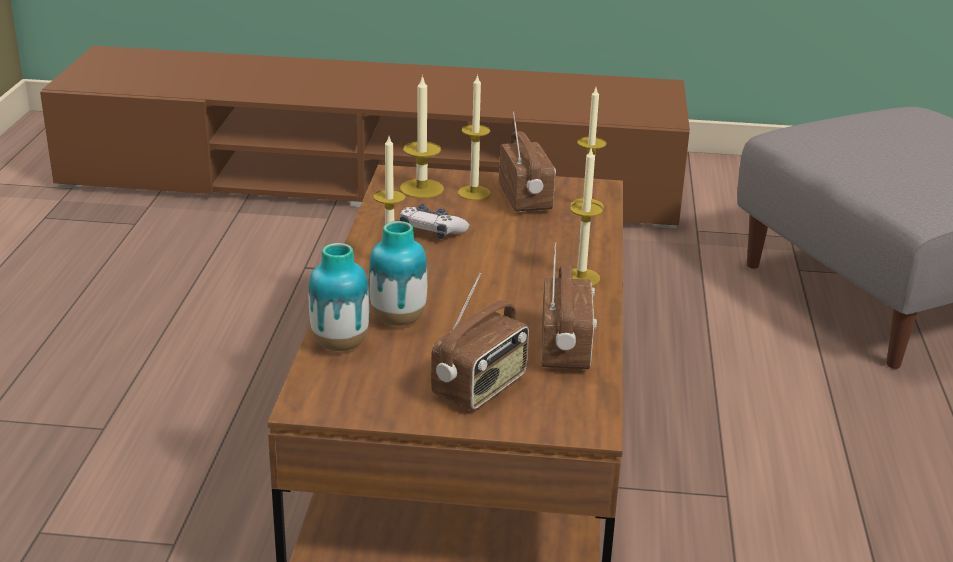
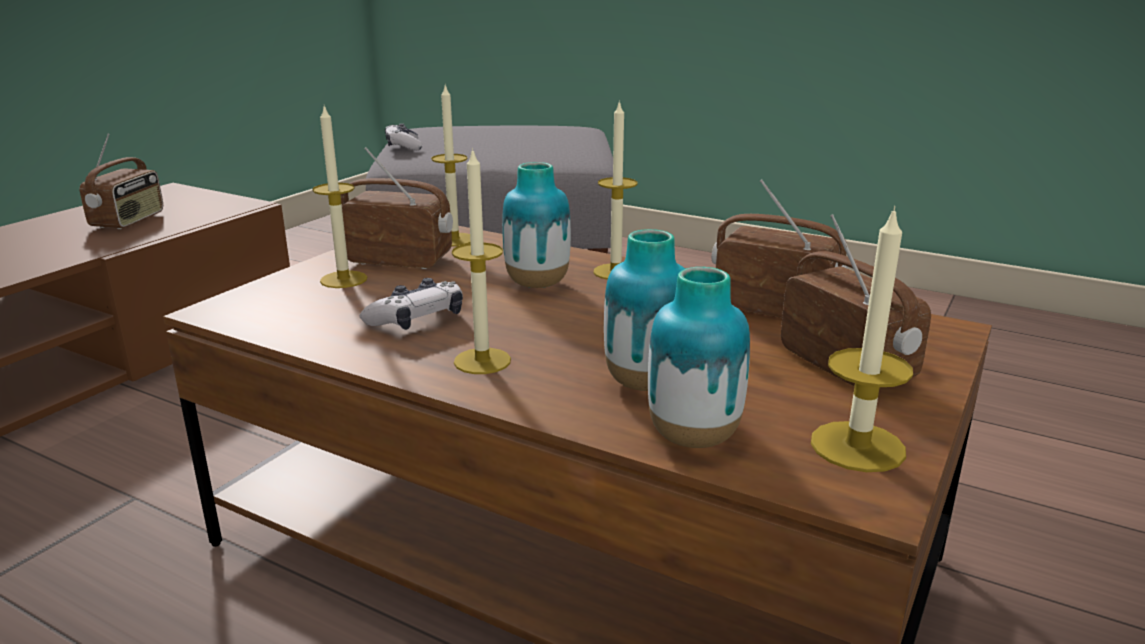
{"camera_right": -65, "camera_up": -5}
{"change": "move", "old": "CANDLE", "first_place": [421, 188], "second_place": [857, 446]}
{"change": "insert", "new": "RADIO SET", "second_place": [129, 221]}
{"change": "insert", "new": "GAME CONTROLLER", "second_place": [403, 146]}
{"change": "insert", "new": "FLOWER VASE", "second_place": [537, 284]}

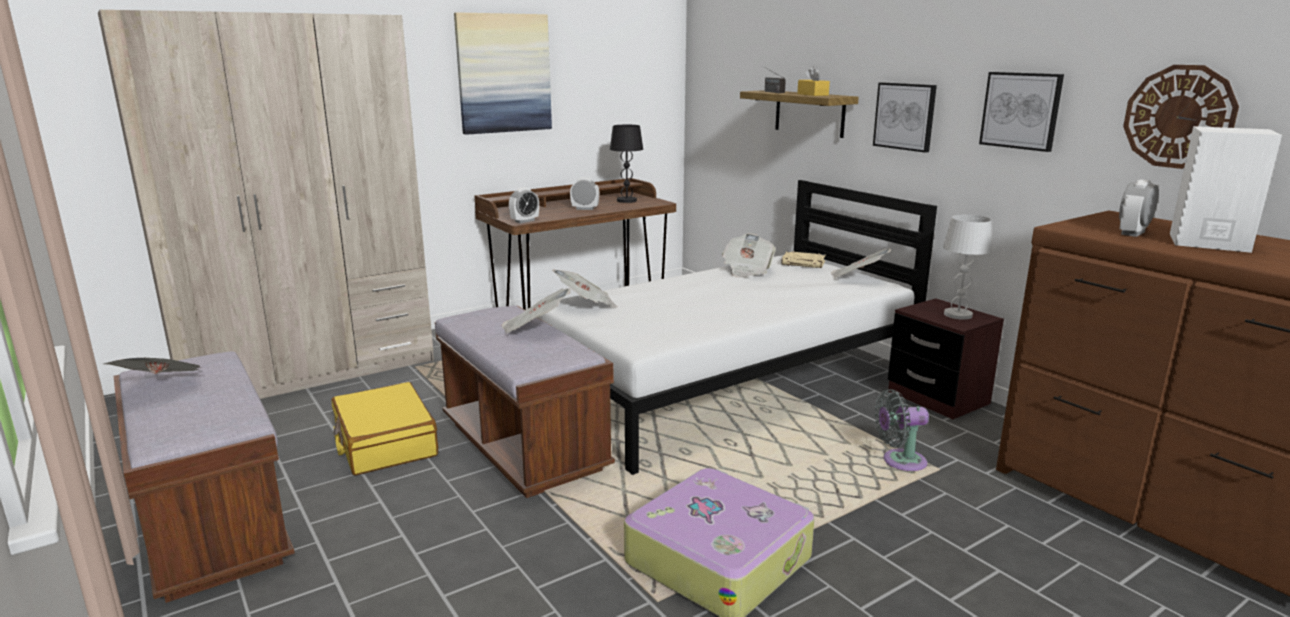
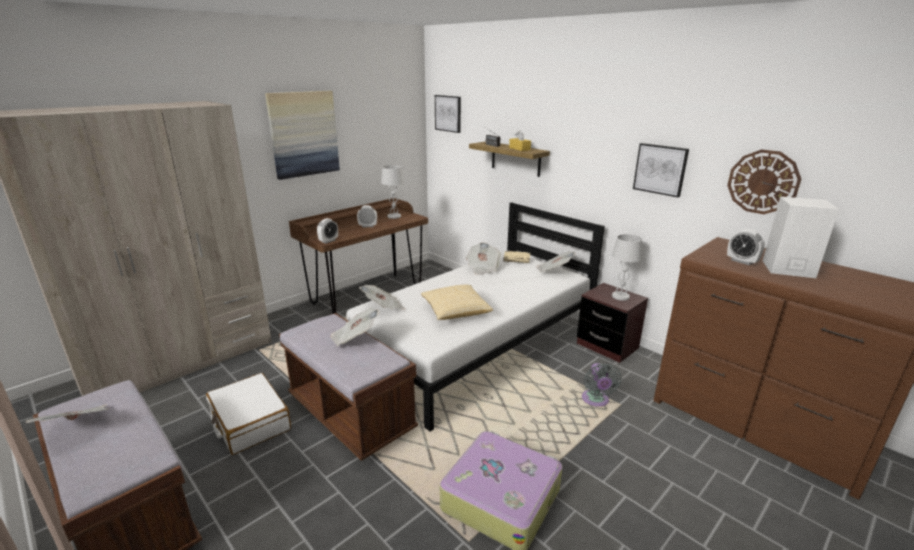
{"camera_right": -10, "camera_up": 5}
{"change": "recolor", "old": "YELLOW-COLOURED SUITCASE", "new": "WHITE-COLOURED SUITCASE", "first_place": [385, 443], "second_place": [250, 422]}
{"change": "recolor", "old": "BLACK-COLOURED TABLE LAMP", "new": "WHITE-COLOURED TABLE LAMP", "first_place": [627, 200], "second_place": [394, 216]}
{"change": "move", "old": "WALL ART", "first_place": [905, 116], "second_place": [448, 113]}
{"change": "rotate", "old": "GRAY COOLING FAN", "first_place": [899, 462], "second_place": [596, 401], "degrees": -75}
{"change": "rotate", "old": "TABLE CLOCK", "first_place": [1133, 233], "second_place": [741, 261], "degrees": -75}
{"change": "insert", "new": "THROW PILLOW", "second_place": [455, 312]}

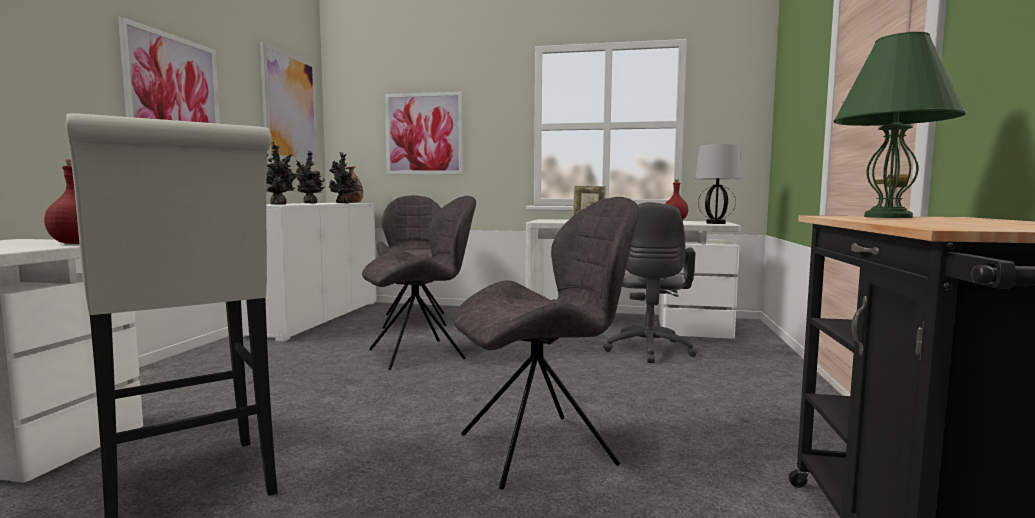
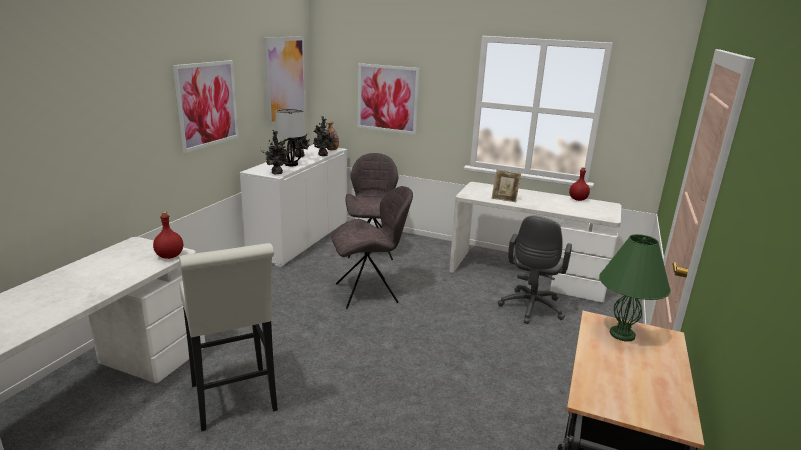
{"camera_right": 10, "camera_up": 15}
{"change": "delete", "old": "GRAY CHAIR", "first_place": [542, 448]}
{"change": "move", "old": "TABLE LAMP", "first_place": [716, 223], "second_place": [291, 164]}

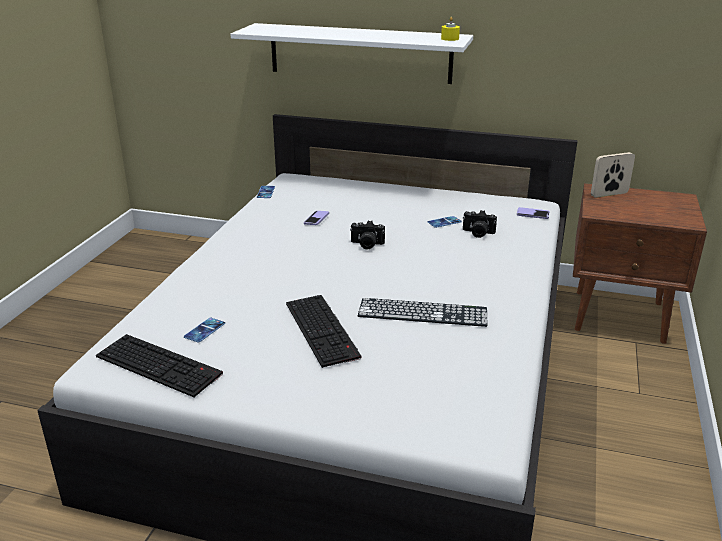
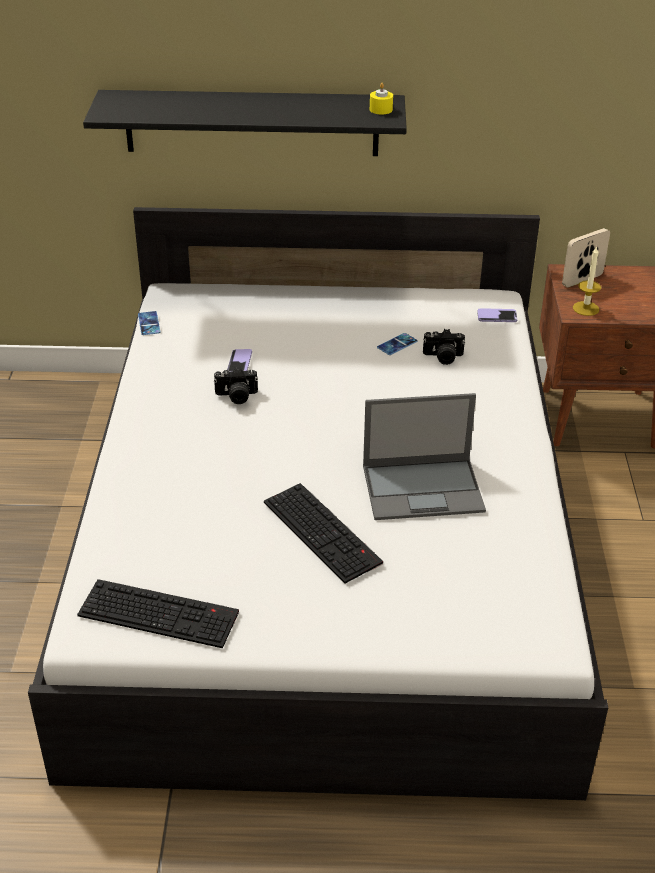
{"camera_right": -15, "camera_up": 10}
{"change": "delete", "old": "HANDSET", "first_place": [204, 330]}
{"change": "recolor", "old": "WHITE-COLOURED SHELF", "new": "BLACK-COLOURED SHELF", "first_place": [359, 53], "second_place": [252, 123]}
{"change": "move", "old": "PHOTO CAMERA", "first_place": [366, 245], "second_place": [236, 396]}
{"change": "replace", "old": "COMPUTER KEYBOARD", "new": "NOTEBOOK COMPUTER", "first_place": [422, 312], "second_place": [424, 488]}
{"change": "insert", "new": "CANDLE", "second_place": [586, 308]}

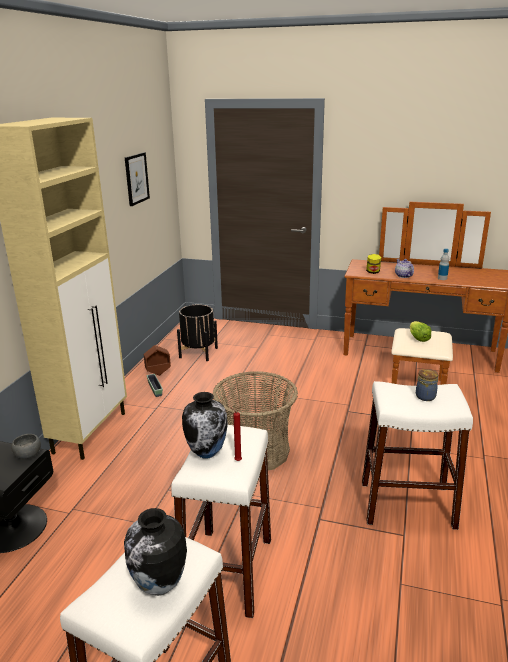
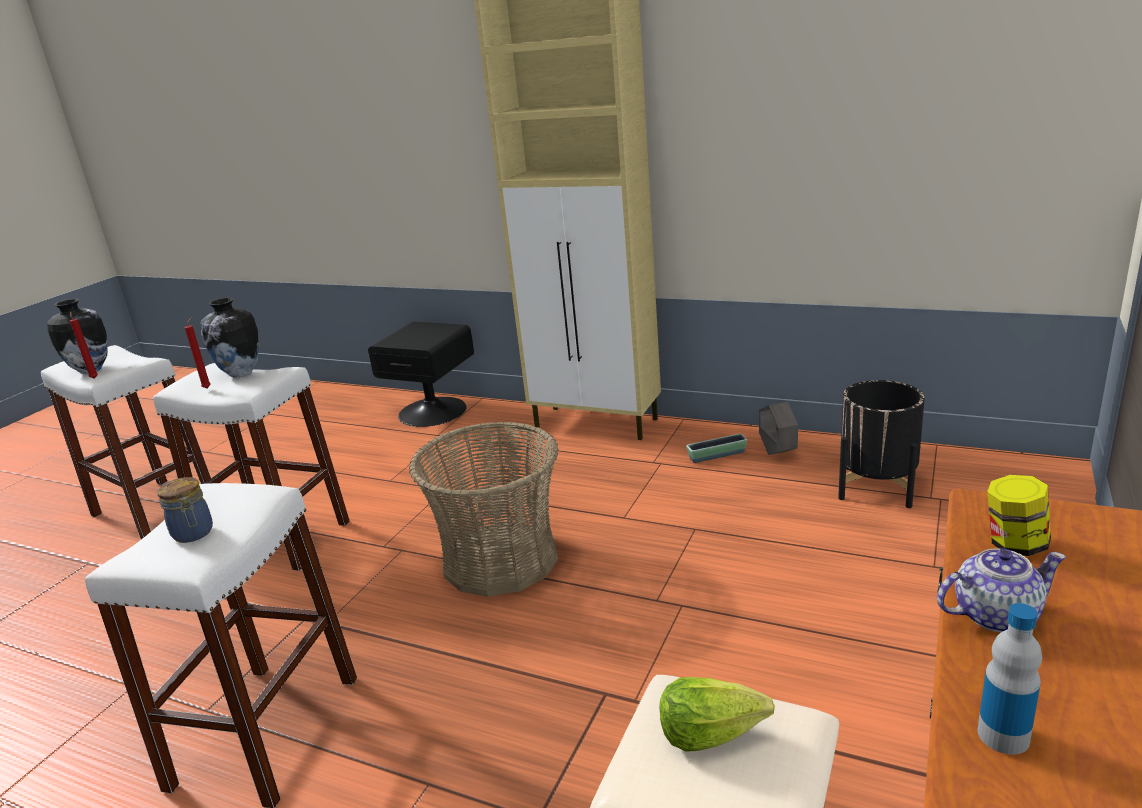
{"camera_right": 100, "camera_up": 0}
{"change": "delete", "old": "GRAY BOWL", "first_place": [28, 454]}
{"change": "delete", "old": "WALL ART", "first_place": [136, 178]}
{"change": "recolor", "old": "BROWN-COLOURED PLANTER", "new": "GRAY PLANTER", "first_place": [158, 373], "second_place": [777, 453]}
{"change": "insert", "new": "RED-COLOURED CANDLE", "second_place": [94, 378]}

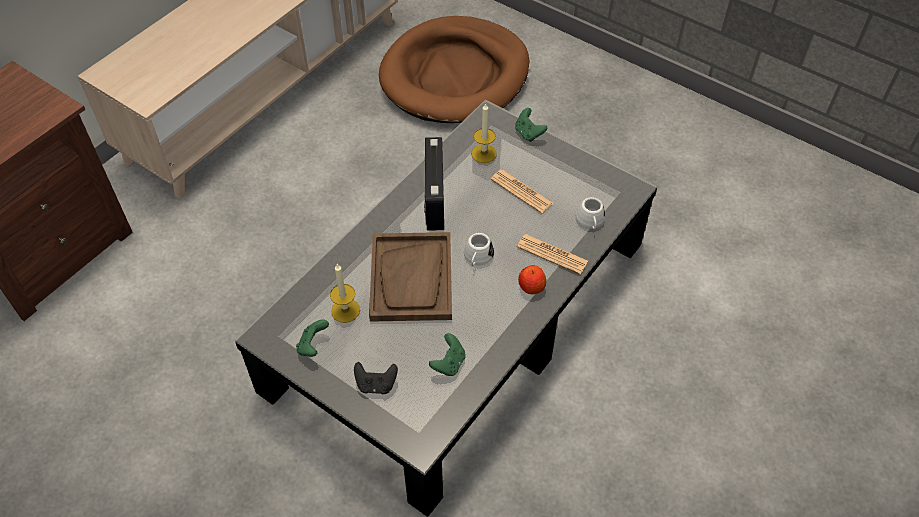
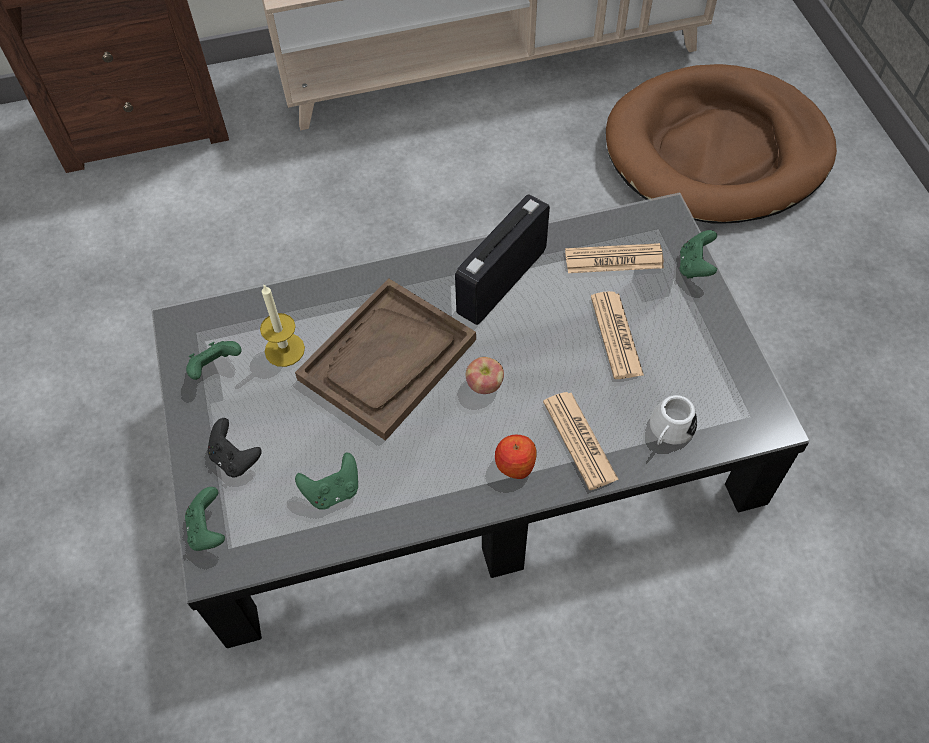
{"camera_right": 40, "camera_up": 5}
{"change": "replace", "old": "WHITE-COLOURED TEA MUG", "new": "APPLE", "first_place": [477, 258], "second_place": [484, 385]}
{"change": "replace", "old": "CANDLE", "new": "NEWSPAPER", "first_place": [484, 153], "second_place": [614, 259]}
{"change": "insert", "new": "GREEN-COLOURED GAME CONTROLLER", "second_place": [208, 530]}

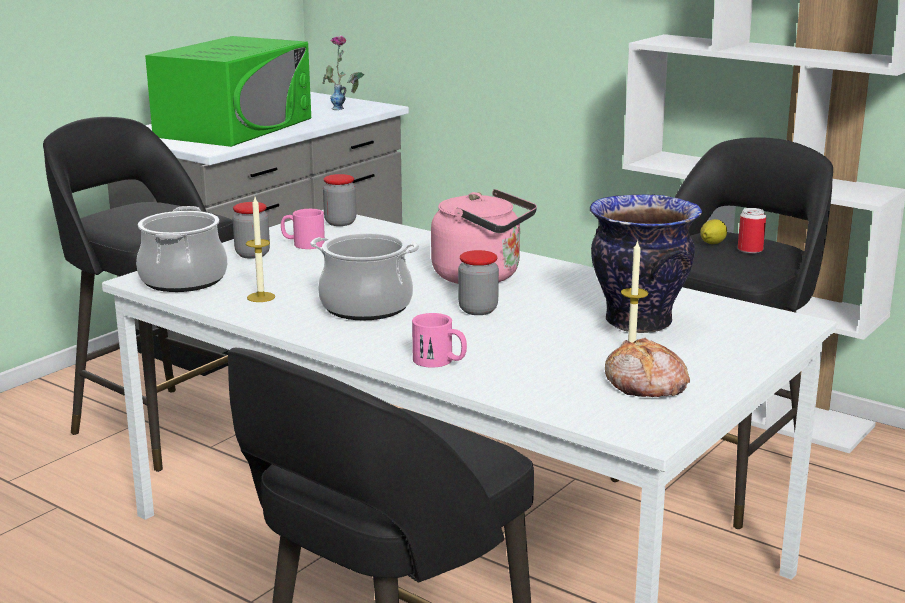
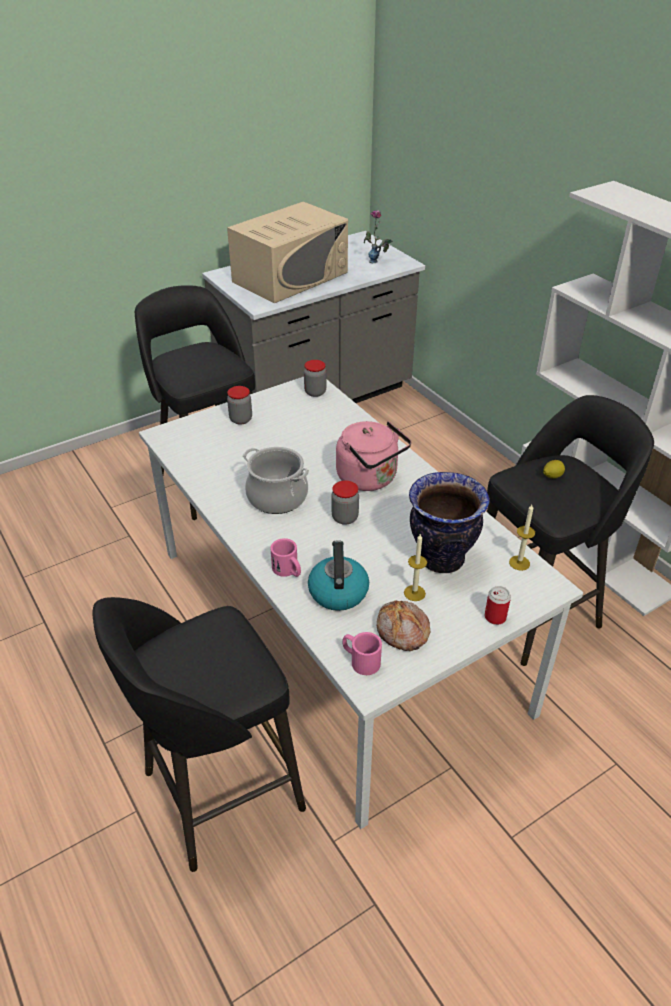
{"camera_right": 20, "camera_up": 20}
{"change": "delete", "old": "COOKING POT", "first_place": [183, 280]}
{"change": "recolor", "old": "GREEN-COLOURED KITCHEN MICROWAVE", "new": "SAND-COLOURED KITCHEN MICROWAVE", "first_place": [235, 127], "second_place": [290, 277]}
{"change": "move", "old": "CANDLE", "first_place": [261, 297], "second_place": [519, 563]}
{"change": "move", "old": "PINK-COLOURED TEA MUG", "first_place": [302, 244], "second_place": [360, 660]}
{"change": "move", "old": "METAL CAN", "first_place": [750, 250], "second_place": [495, 617]}
{"change": "insert", "new": "TEA KETTLE", "second_place": [338, 591]}

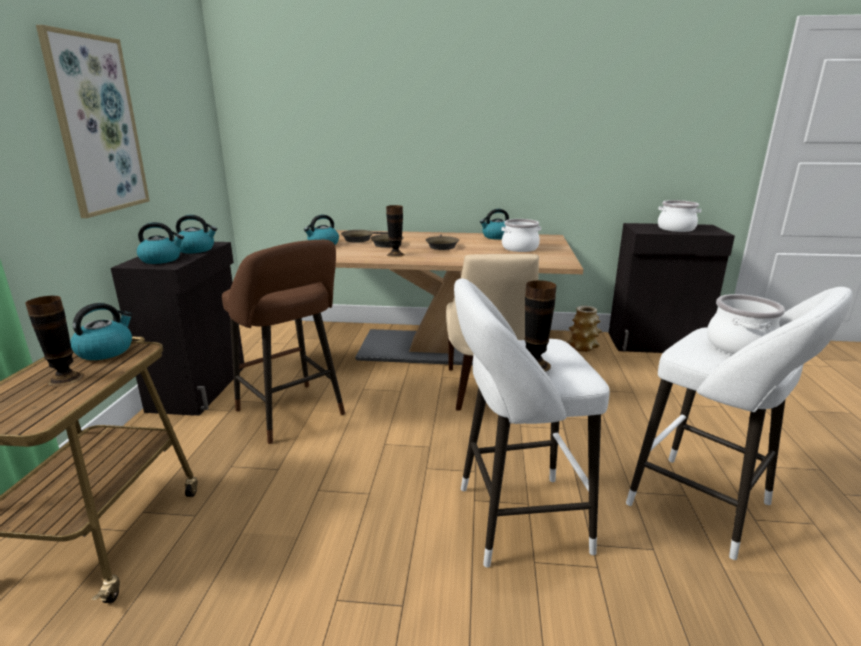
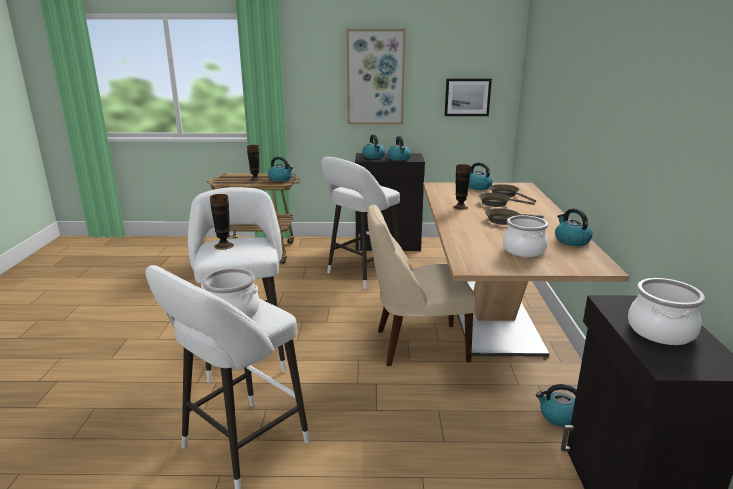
{"camera_right": 85, "camera_up": 0}
{"change": "recolor", "old": "BROWN-COLOURED STOOL", "new": "WHITE-COLOURED STOOL", "first_place": [293, 414], "second_place": [361, 274]}
{"change": "replace", "old": "FLOWER VASE", "new": "TEA KETTLE", "first_place": [583, 347], "second_place": [558, 416]}
{"change": "insert", "new": "WALL ART", "second_place": [467, 97]}

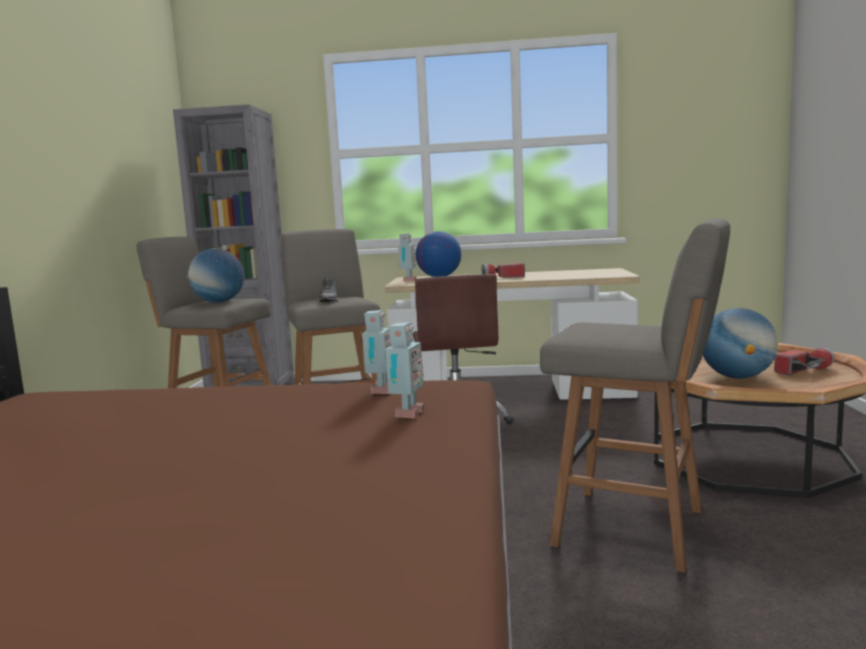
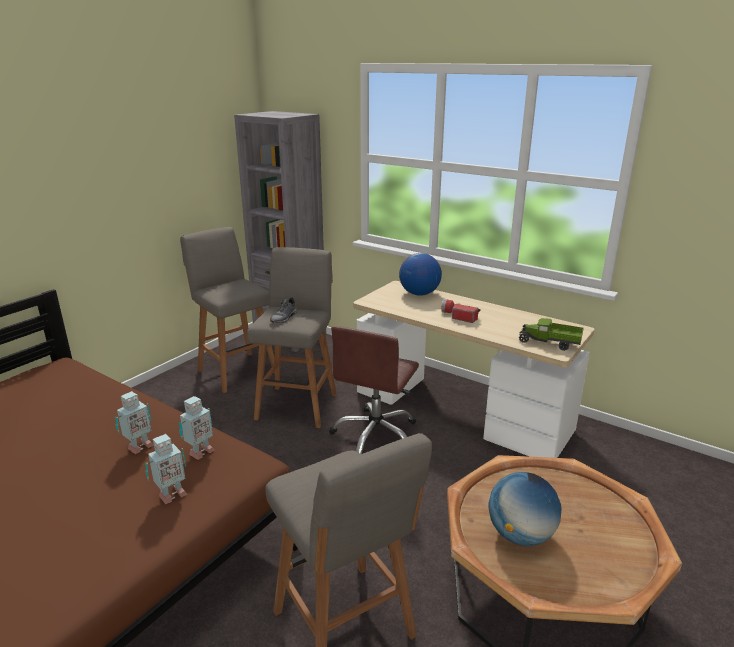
{"camera_right": 30, "camera_up": 15}
{"change": "delete", "old": "WORLD GLOBE", "first_place": [219, 302]}
{"change": "move", "old": "ROBOT FIGURE", "first_place": [408, 281], "second_place": [139, 447]}
{"change": "delete", "old": "FLASHLIGHT", "first_place": [804, 371]}
{"change": "insert", "new": "TOY TRUCK", "second_place": [549, 343]}

